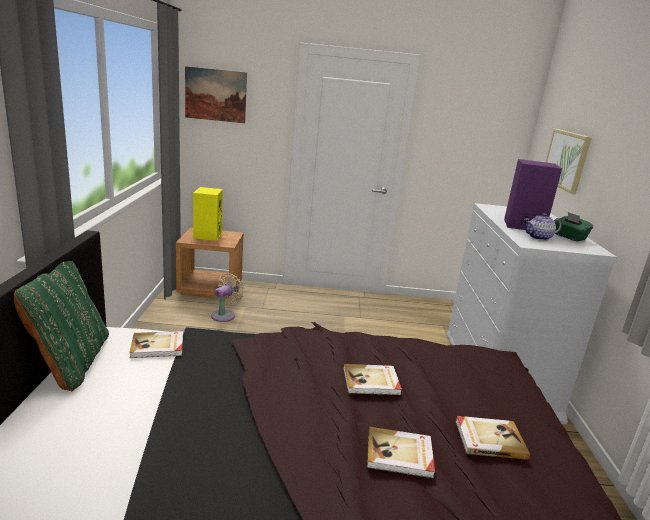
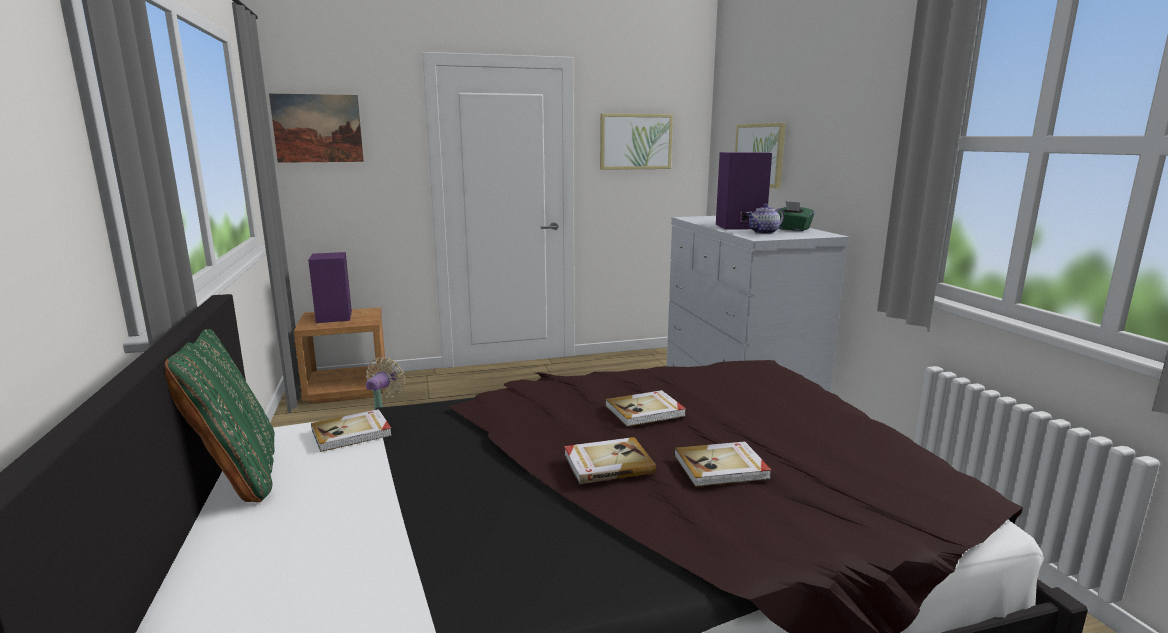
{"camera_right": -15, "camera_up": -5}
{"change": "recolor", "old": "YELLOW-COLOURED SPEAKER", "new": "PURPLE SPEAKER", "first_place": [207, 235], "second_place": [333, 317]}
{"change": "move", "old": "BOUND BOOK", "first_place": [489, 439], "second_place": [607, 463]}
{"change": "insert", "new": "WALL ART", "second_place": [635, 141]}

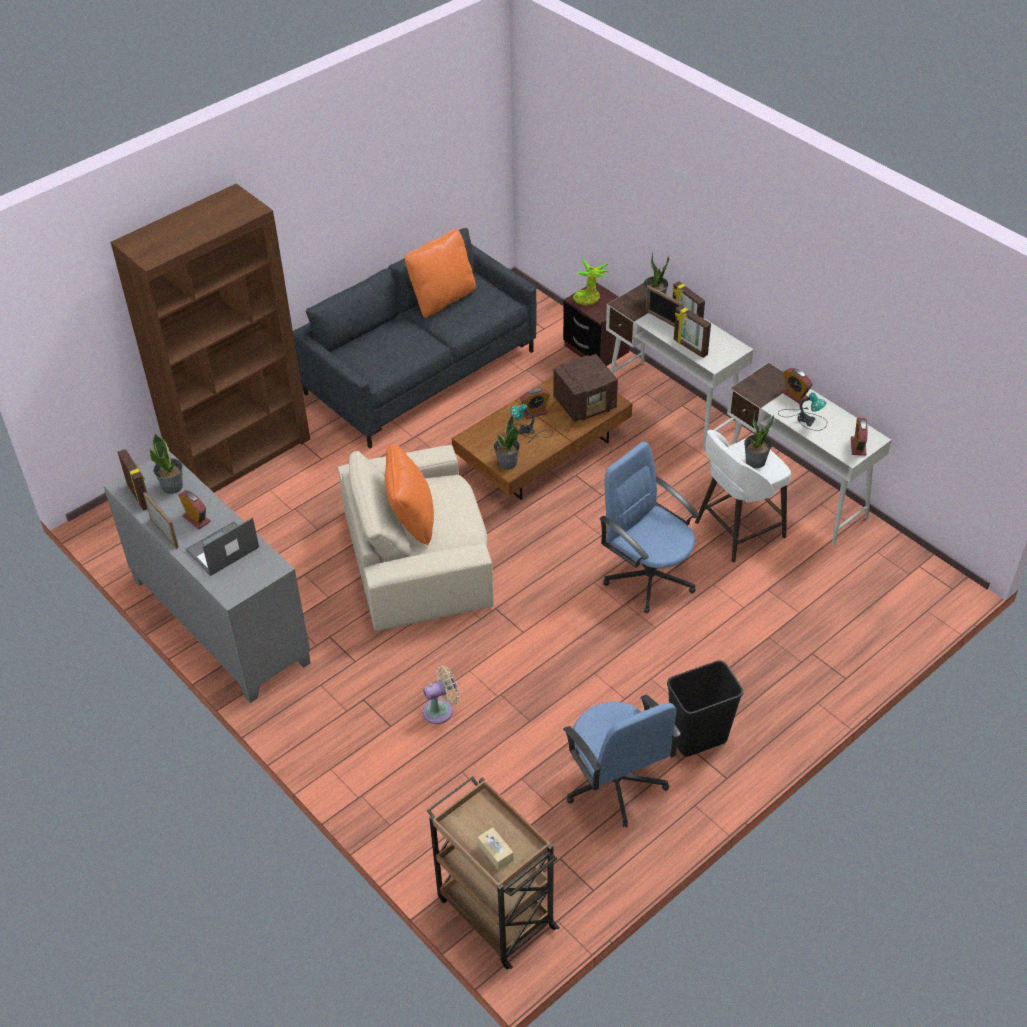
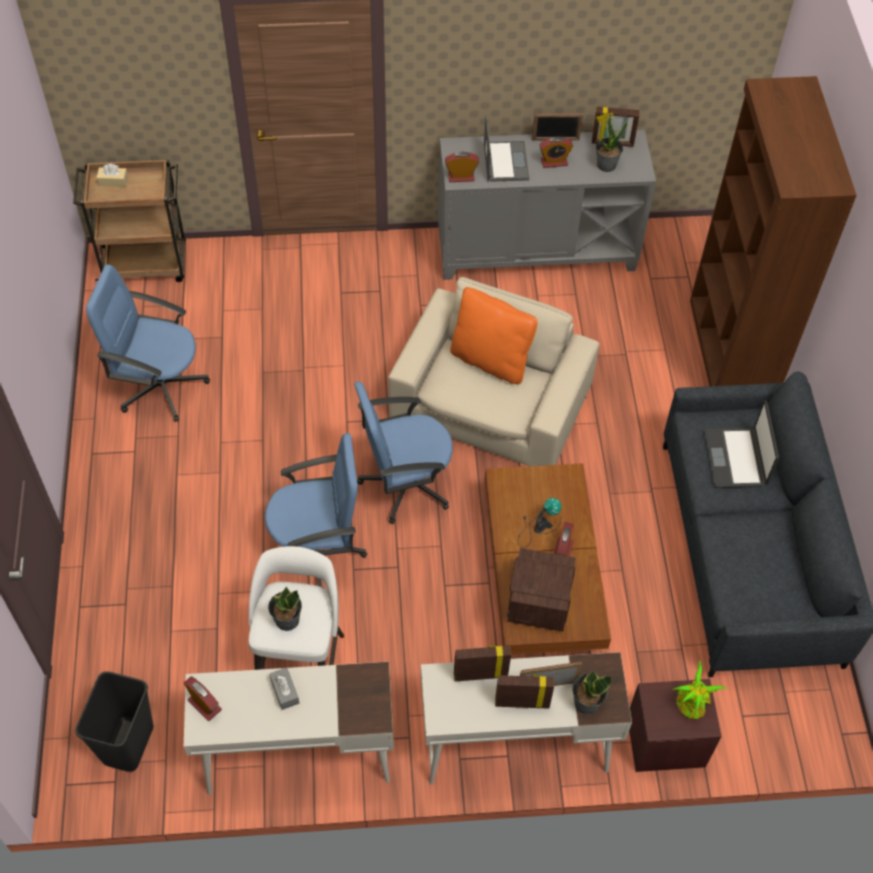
{"camera_right": 125, "camera_up": 10}
{"change": "delete", "old": "ORANGE-COLOURED THROW PILLOW", "first_place": [442, 299]}
{"change": "delete", "old": "SAND-COLOURED COOLING FAN", "first_place": [441, 710]}
{"change": "delete", "old": "HOUSEPLANT", "first_place": [507, 463]}
{"change": "move", "old": "BLACK-COLOURED WASTE BIN", "first_place": [698, 739], "second_place": [127, 743]}
{"change": "replace", "old": "TABLE LAMP", "new": "GRAY TISSUE BOX", "first_place": [804, 418], "second_place": [285, 691]}
{"change": "move", "old": "TABLE CLOCK", "first_place": [795, 395], "second_place": [461, 177]}
{"change": "insert", "new": "BLUISH OFFICE CHAIR", "second_place": [405, 483]}
{"change": "insert", "new": "NOTEBOOK COMPUTER", "second_place": [736, 458]}

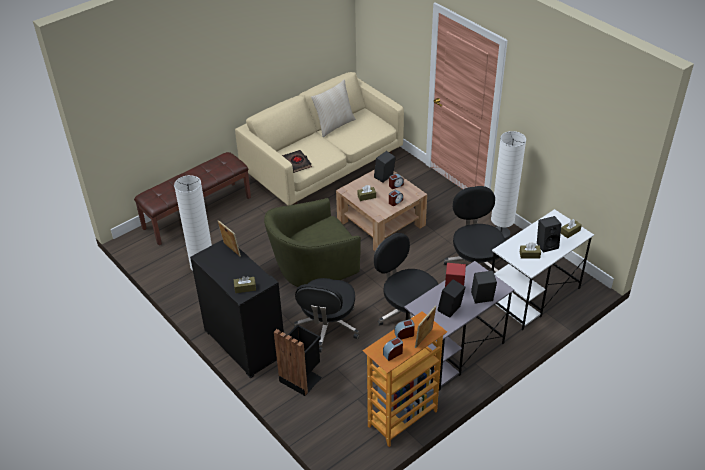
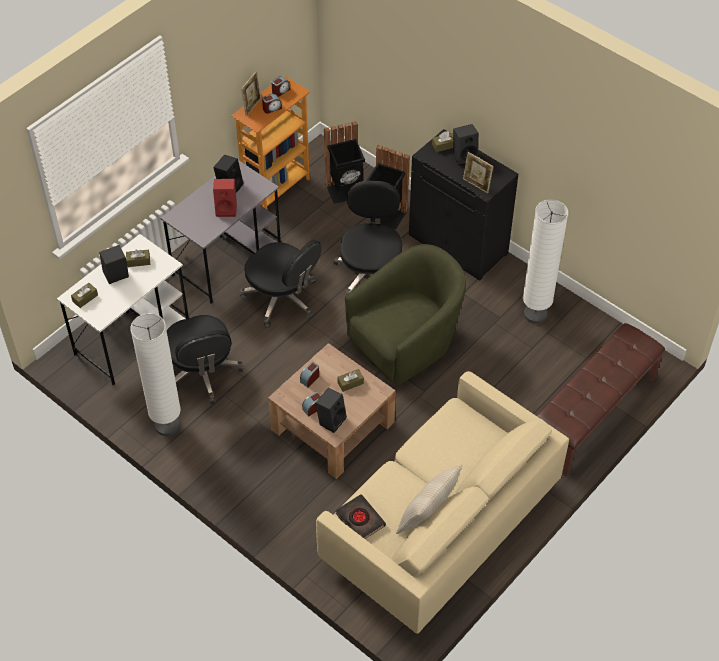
{"camera_right": 170, "camera_up": 10}
{"change": "move", "old": "BLACK-COLOURED BOUND BOOK", "first_place": [297, 163], "second_place": [360, 520]}
{"change": "move", "old": "BLACK-COLOURED SPEAKER", "first_place": [482, 299], "second_place": [465, 156]}
{"change": "insert", "new": "BLACK-COLOURED WASTE BIN", "second_place": [346, 191]}

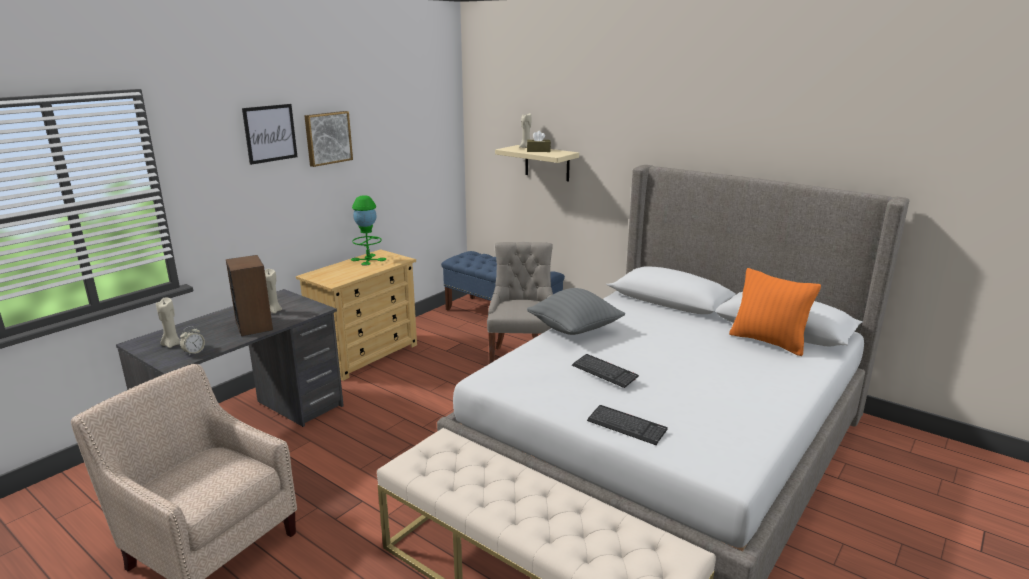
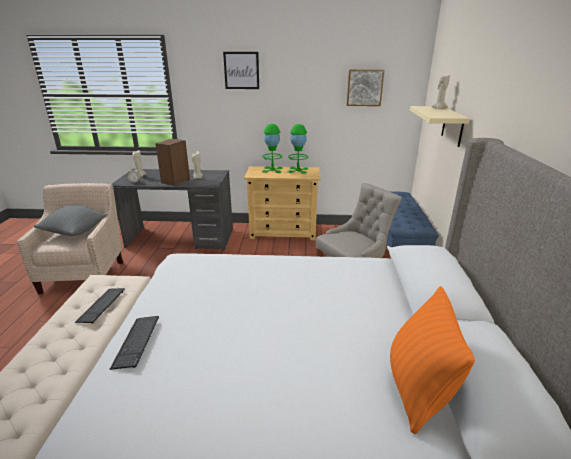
{"camera_right": 55, "camera_up": 5}
{"change": "move", "old": "WALL ART", "first_place": [327, 138], "second_place": [364, 87]}
{"change": "delete", "old": "BROWN-COLOURED TISSUE BOX", "first_place": [538, 151]}
{"change": "move", "old": "GRAY THROW PILLOW", "first_place": [574, 330], "second_place": [75, 232]}
{"change": "move", "old": "COMPUTER KEYBOARD", "first_place": [604, 372], "second_place": [101, 306]}
{"change": "insert", "new": "GREEN-COLOURED TABLE LAMP", "second_place": [272, 169]}

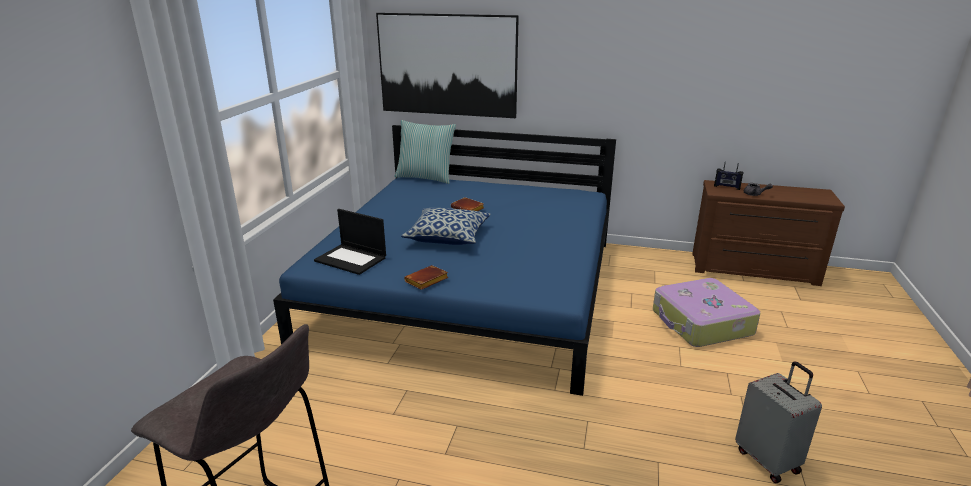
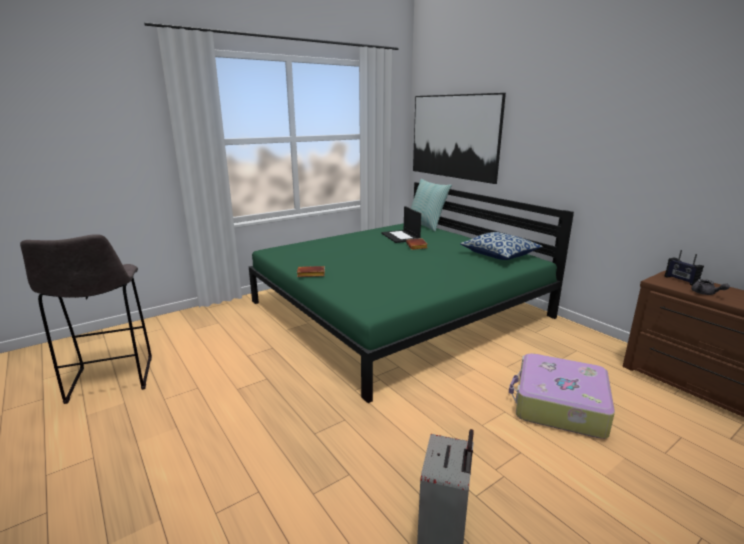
{"camera_right": 40, "camera_up": -5}
{"change": "recolor", "old": "BLUISH BEDROOM BED", "new": "GREEN-COLOURED BEDROOM BED", "first_place": [469, 288], "second_place": [398, 309]}
{"change": "move", "old": "NOTEBOOK COMPUTER", "first_place": [351, 259], "second_place": [400, 236]}
{"change": "move", "old": "THROW PILLOW", "first_place": [448, 237], "second_place": [499, 255]}

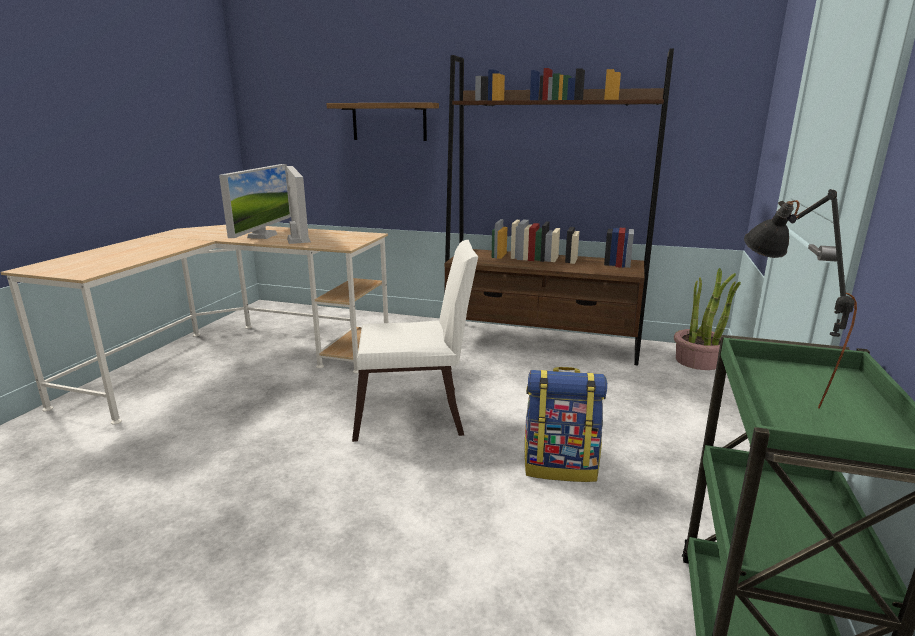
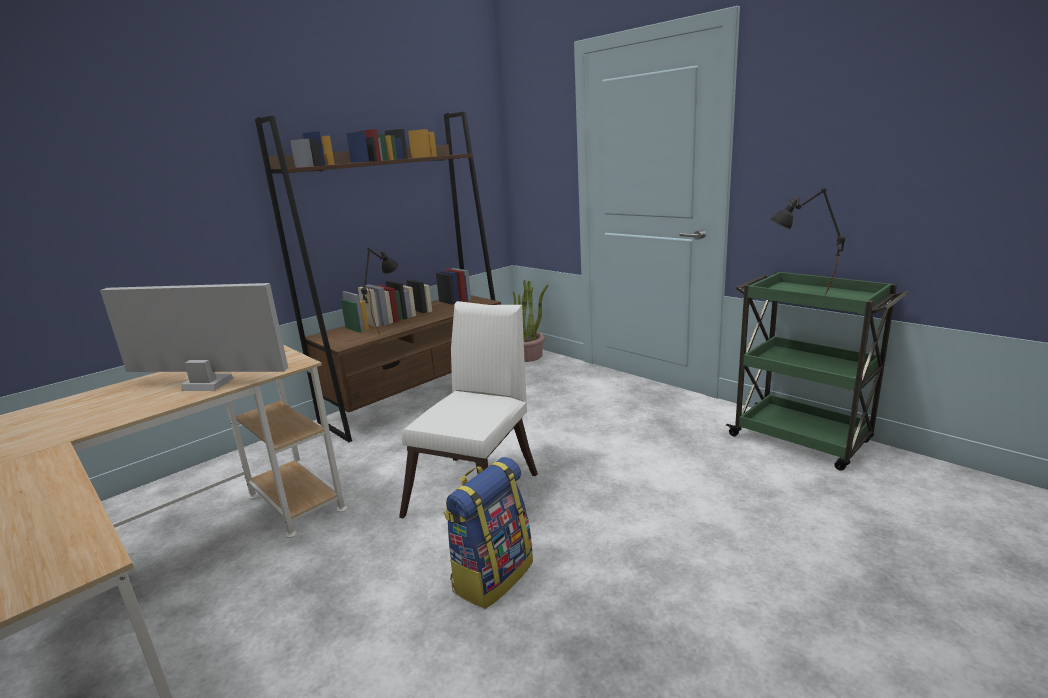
{"camera_right": -60, "camera_up": 0}
{"change": "delete", "old": "COMPUTER DISPLAY", "first_place": [262, 236]}
{"change": "delete", "old": "SHELF", "first_place": [389, 122]}
{"change": "move", "old": "BACKPACK", "first_place": [561, 467], "second_place": [492, 575]}
{"change": "insert", "new": "BLACK-COLOURED TABLE LAMP", "second_place": [386, 328]}

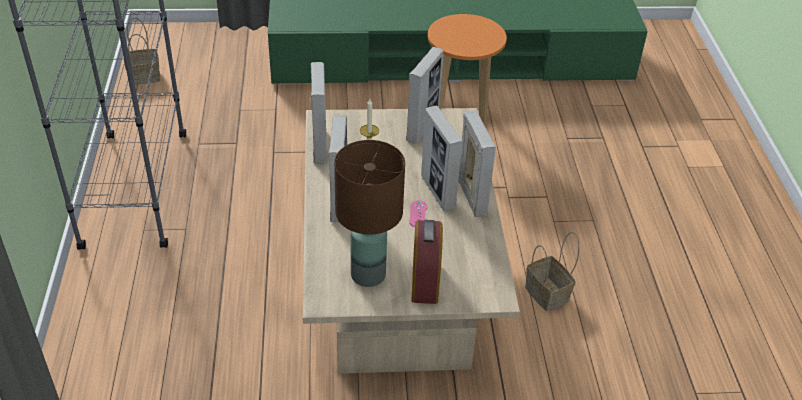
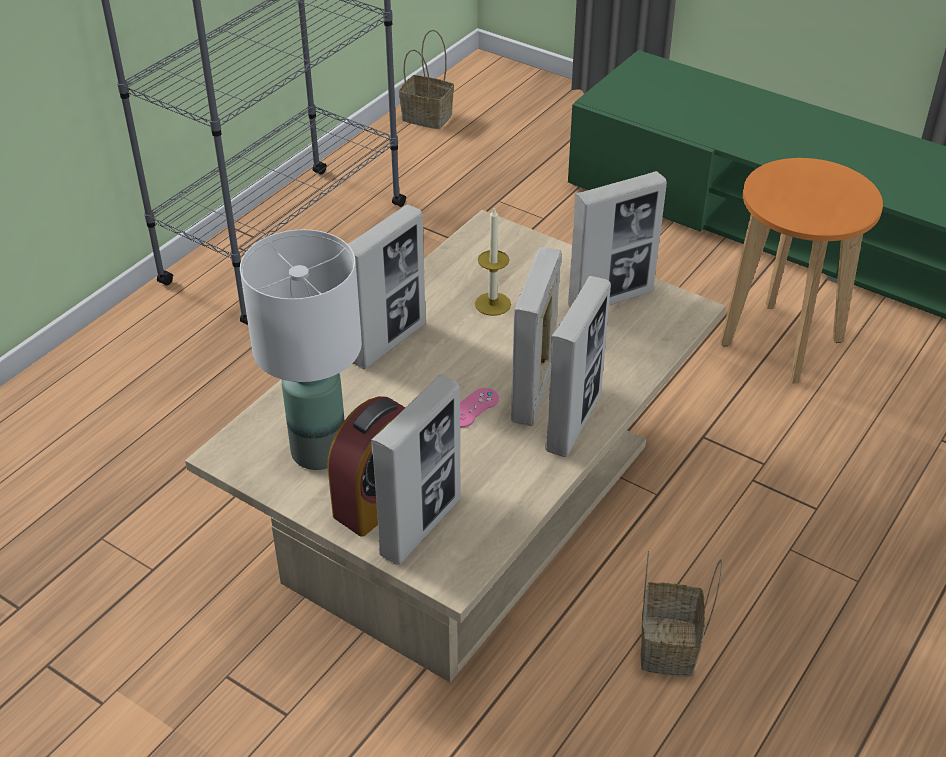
{"camera_right": 40, "camera_up": 0}
{"change": "move", "old": "STANDING FRAME", "first_place": [319, 146], "second_place": [421, 527]}
{"change": "recolor", "old": "BROWN-COLOURED TABLE LAMP", "new": "WHITE-COLOURED TABLE LAMP", "first_place": [367, 275], "second_place": [317, 451]}

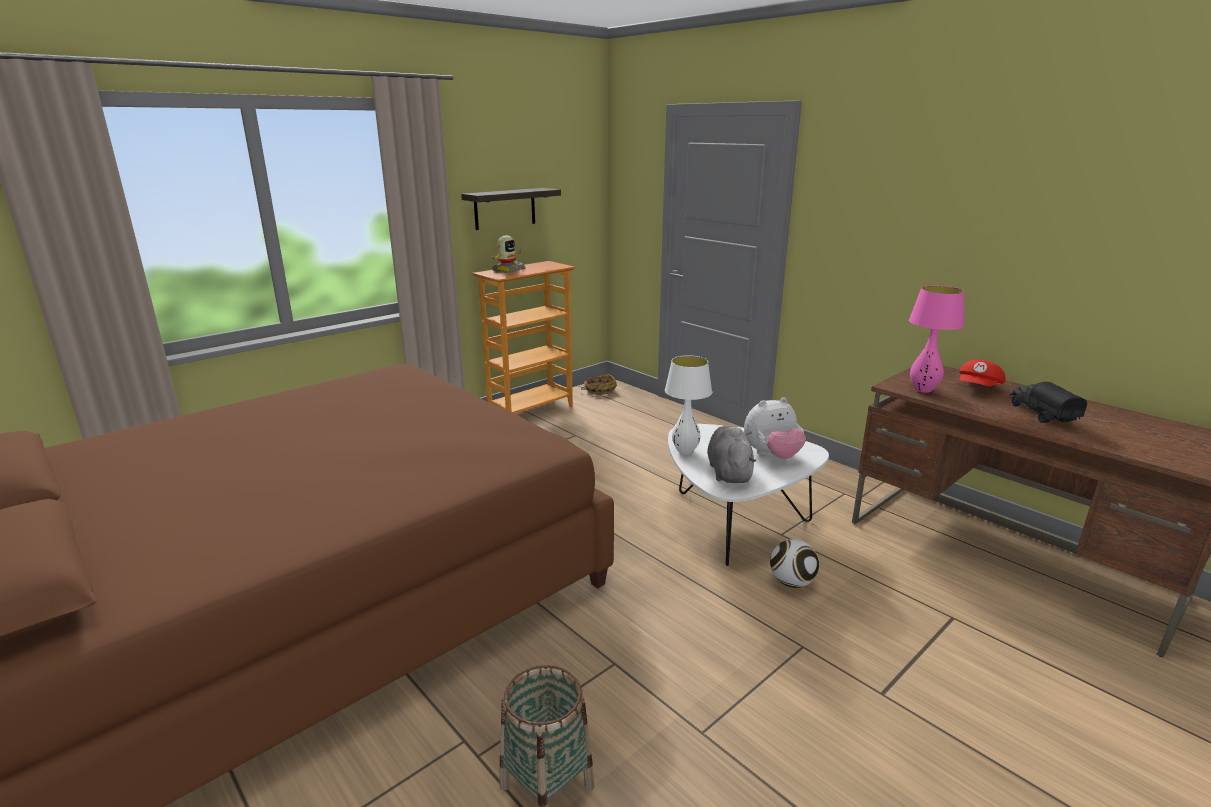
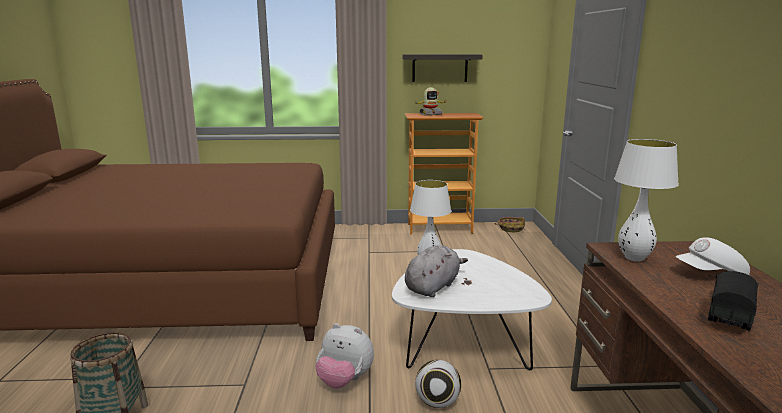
{"camera_right": 40, "camera_up": -5}
{"change": "move", "old": "CUDDLY TOY", "first_place": [772, 455], "second_place": [344, 381]}
{"change": "recolor", "old": "PINK-COLOURED TABLE LAMP", "new": "WHITE-COLOURED TABLE LAMP", "first_place": [923, 390], "second_place": [634, 258]}
{"change": "recolor", "old": "RED-COLOURED CAP", "new": "WHITE-COLOURED CAP", "first_place": [978, 388], "second_place": [711, 274]}

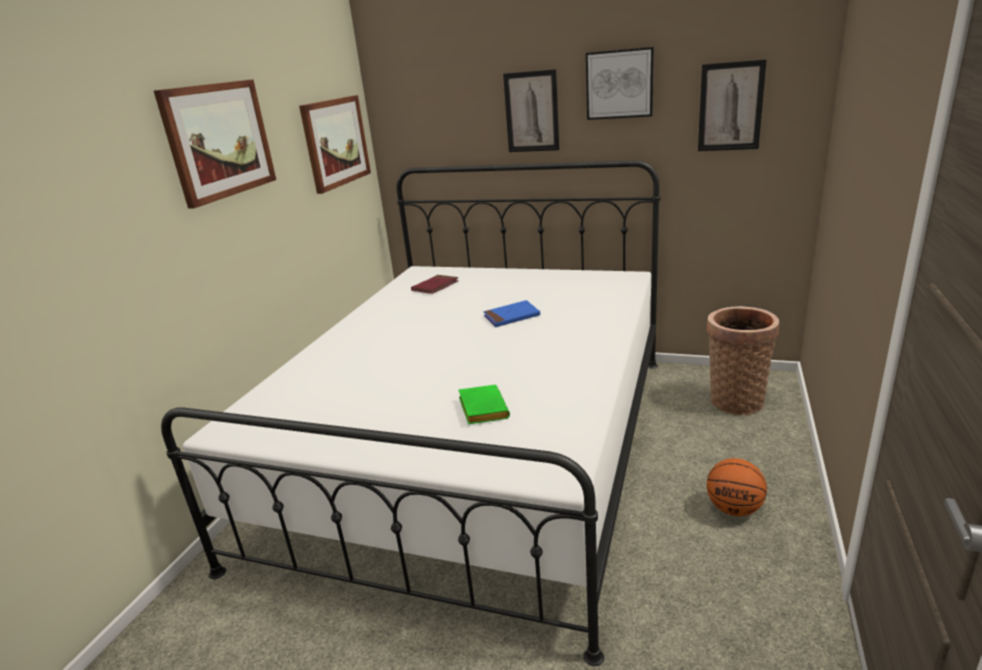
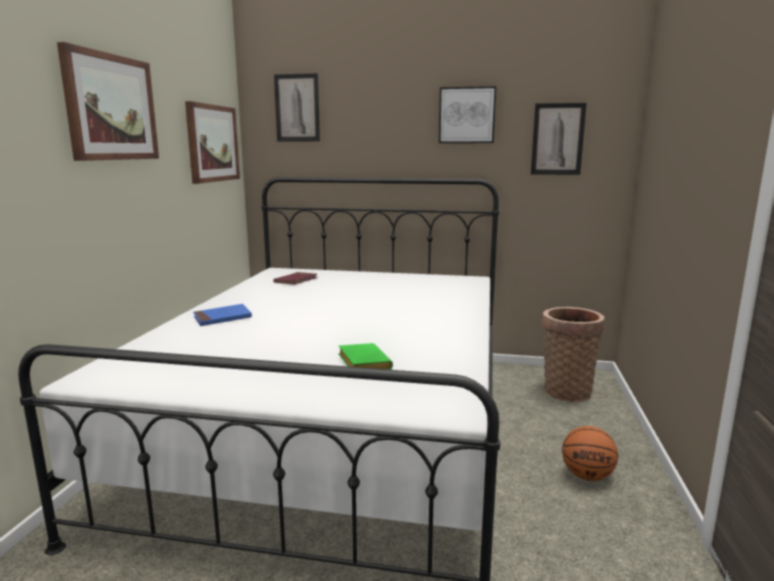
{"camera_right": -10, "camera_up": -10}
{"change": "move", "old": "BLUISH BOUND BOOK", "first_place": [511, 316], "second_place": [222, 318]}
{"change": "move", "old": "WALL ART", "first_place": [531, 112], "second_place": [297, 108]}

